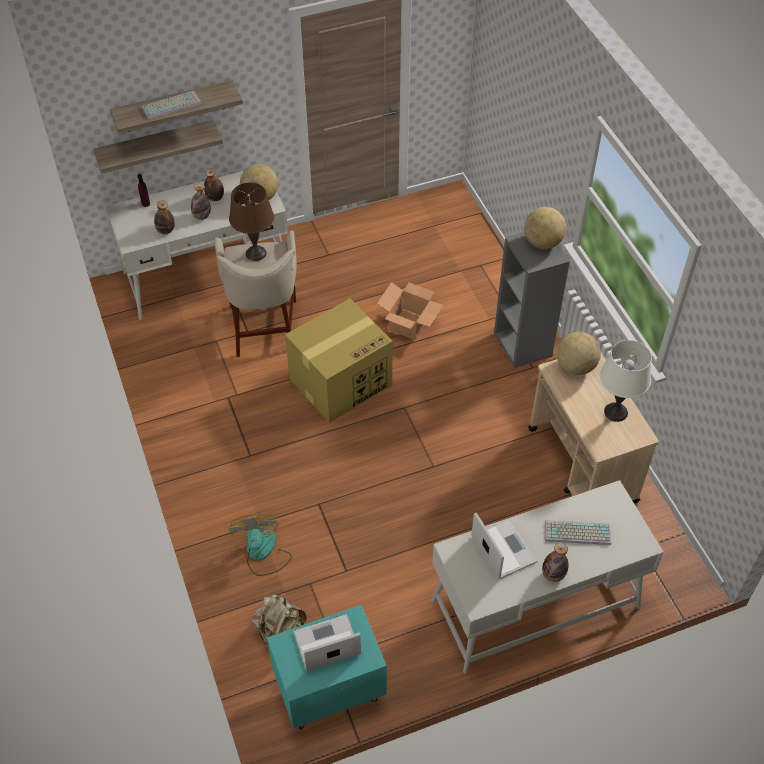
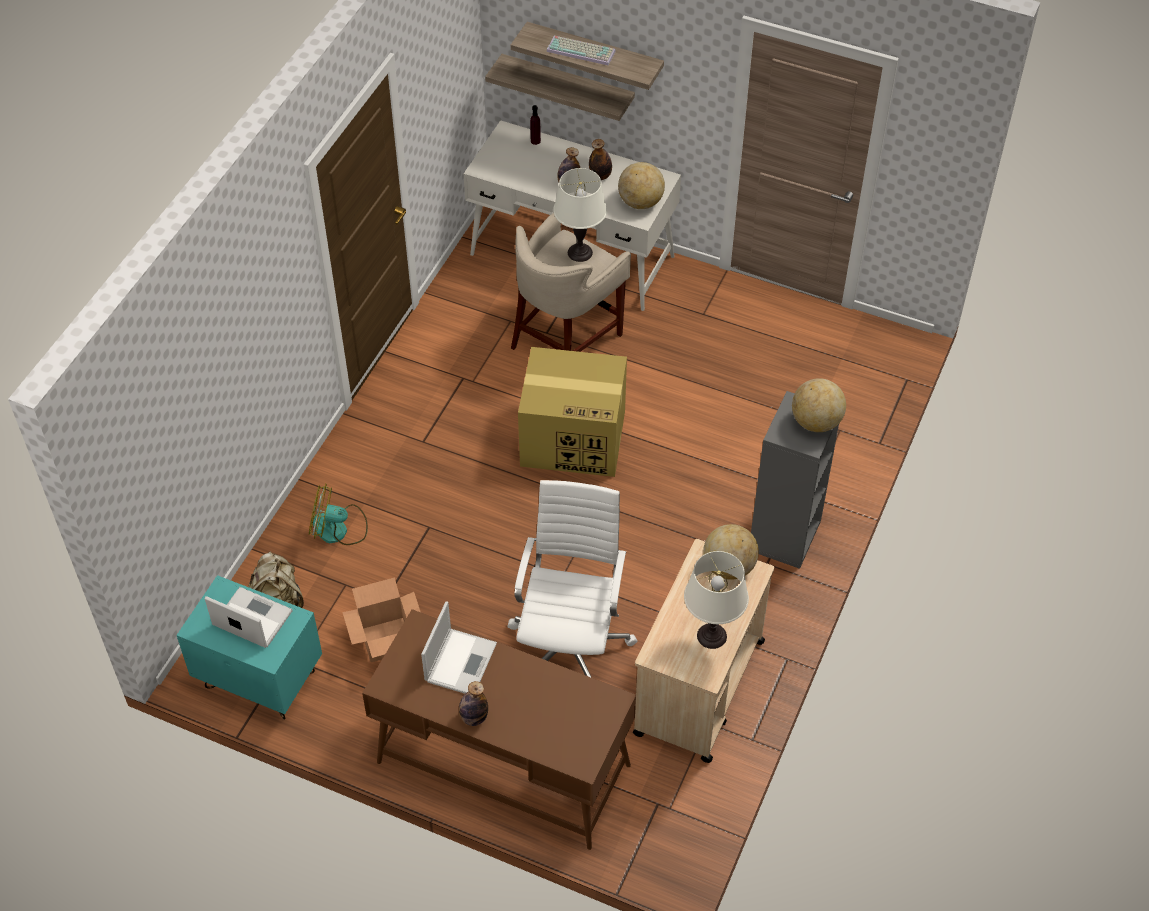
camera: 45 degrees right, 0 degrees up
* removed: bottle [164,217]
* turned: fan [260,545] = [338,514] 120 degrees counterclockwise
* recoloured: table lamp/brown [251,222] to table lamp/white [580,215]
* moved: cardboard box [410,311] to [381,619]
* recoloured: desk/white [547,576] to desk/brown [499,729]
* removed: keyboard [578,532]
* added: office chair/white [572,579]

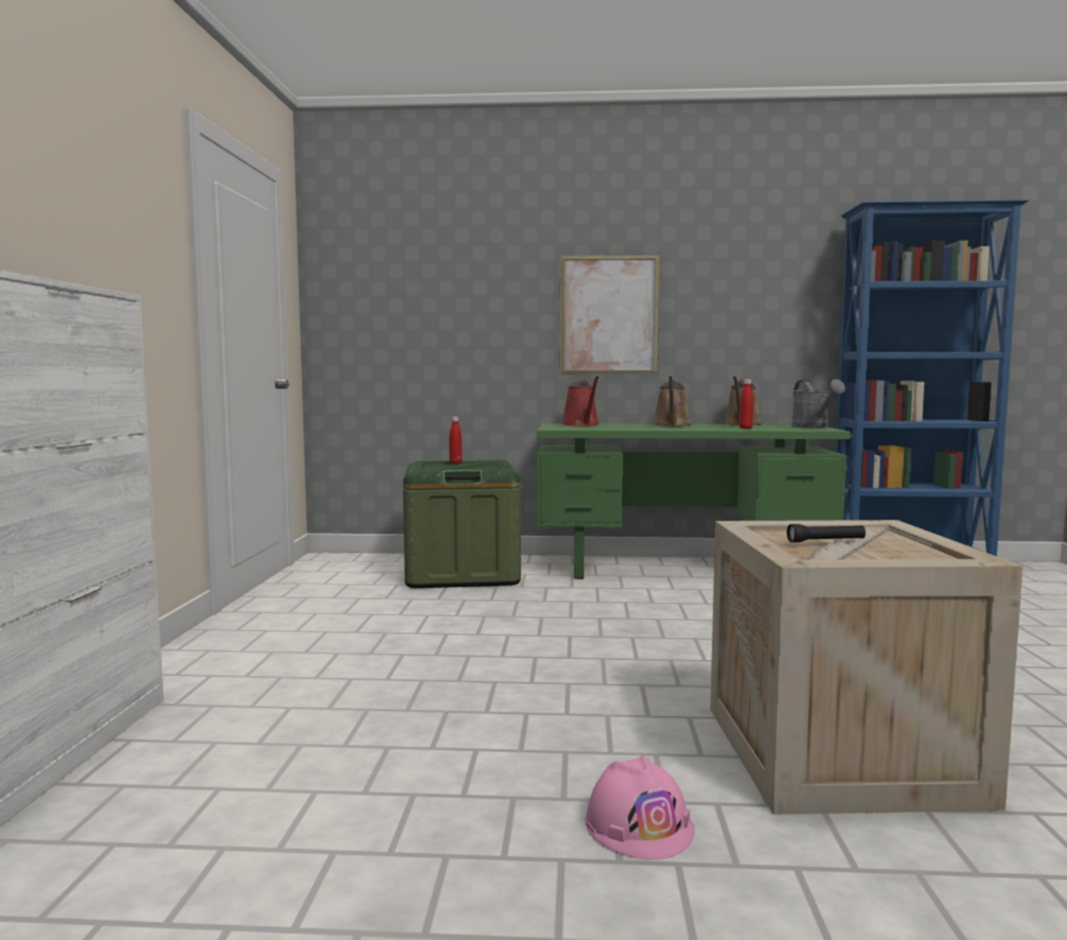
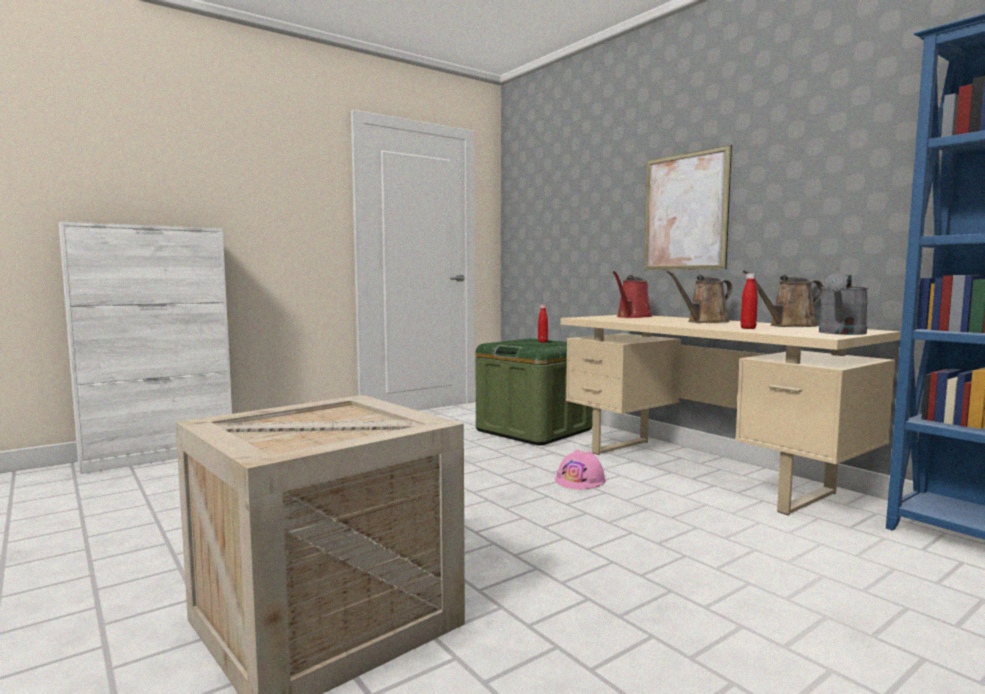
camera: 50 degrees right, 0 degrees up
* recoloured: desk/green [693,501] to desk/beige [731,415]
* moved: hard hat/pink [640,807] to [580,469]
* removed: flashlight/black [826,533]

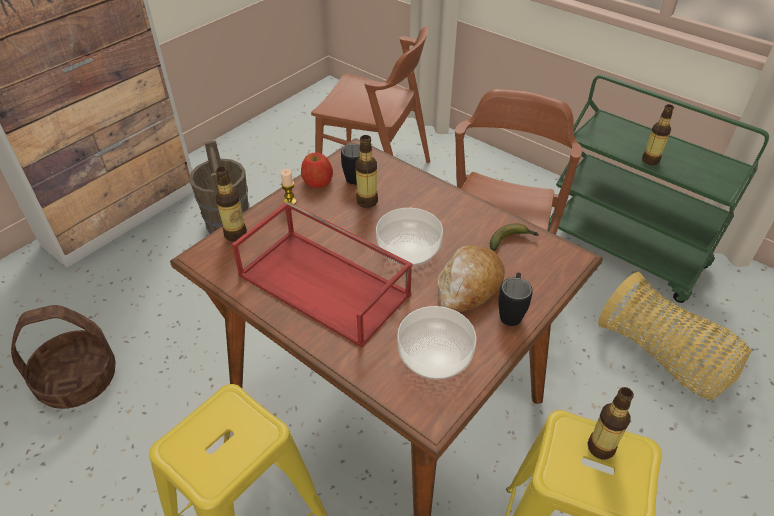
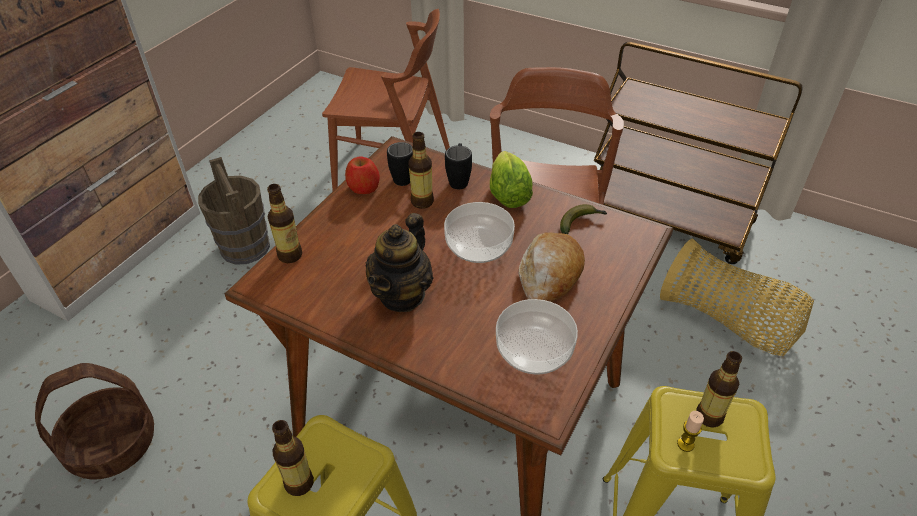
camera: 10 degrees left, 0 degrees up
* replaced: tray/red [322,274] to teapot [399,262]
* moved: candle [288,187] to [690,431]
* moved: mug/black [515,299] to [458,166]
* recoloured: cart/green [658,188] to cart/brown [698,153]
* moved: bottle [658,134] to [293,458]
* added: lettuce [511,179]

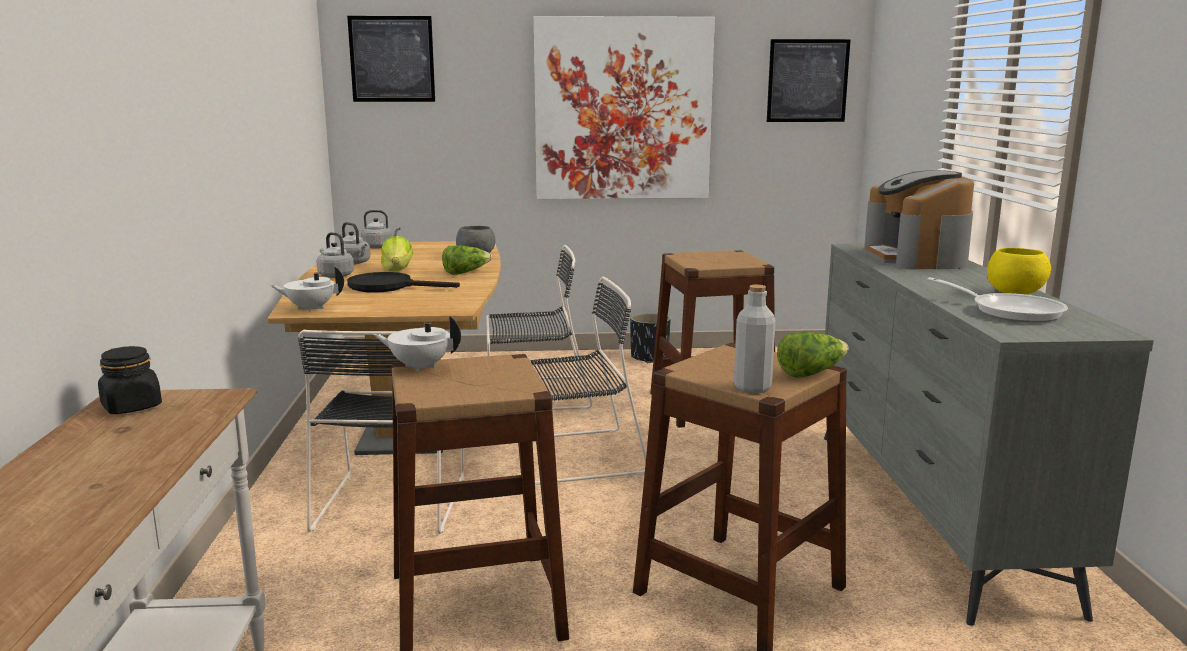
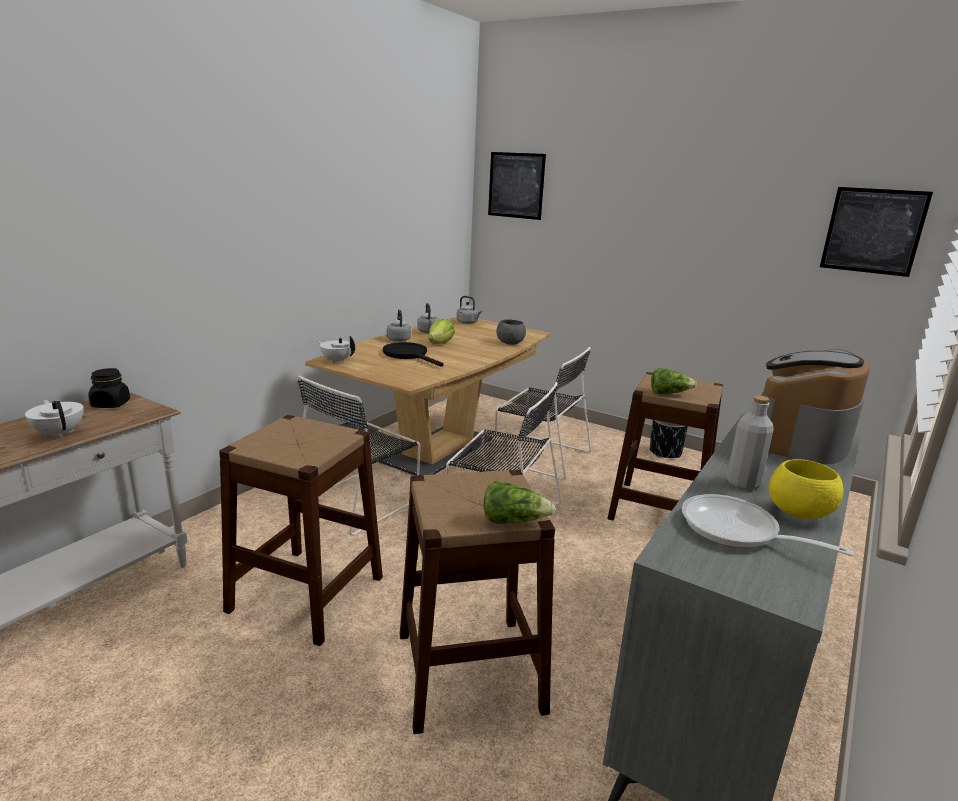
camera: 35 degrees right, 5 degrees up
* moved: teapot/white [417,344] to [54,418]
* moved: lettuce [467,260] to [674,381]
* removed: picture [624,107]
* moved: bottle/grey [755,339] to [750,443]
* turned: frying pan [997,300] = [768,525] 135 degrees clockwise

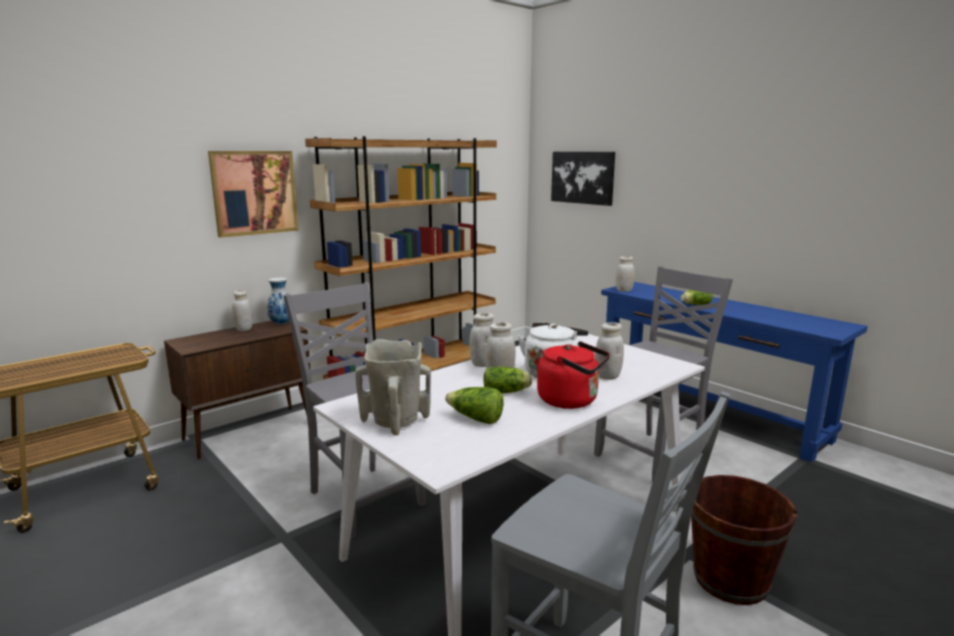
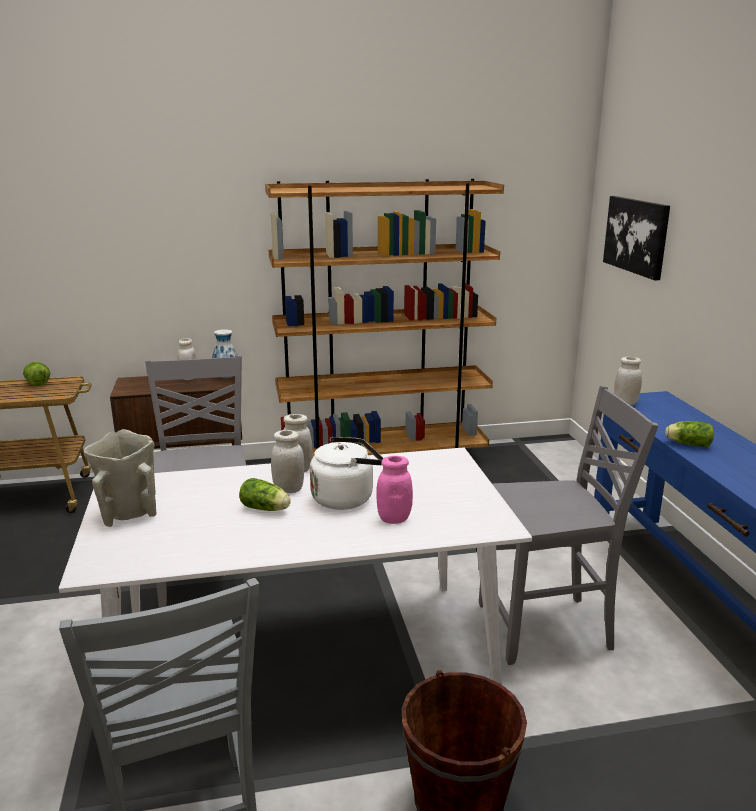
camera: 30 degrees right, 5 degrees up
* removed: picture [253,194]
* moved: lettuce [474,405] to [36,374]
* removed: kettle/red [573,375]
* recoloured: jar/white [609,351] to jar/pink [394,490]

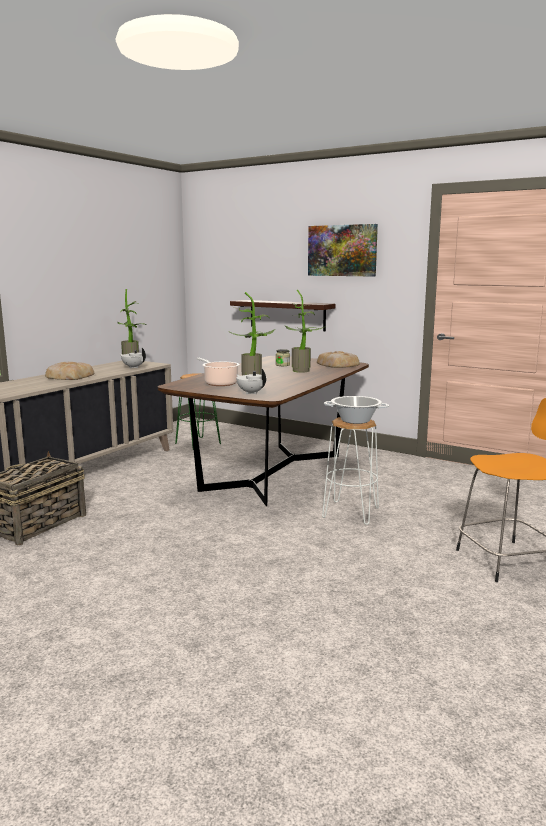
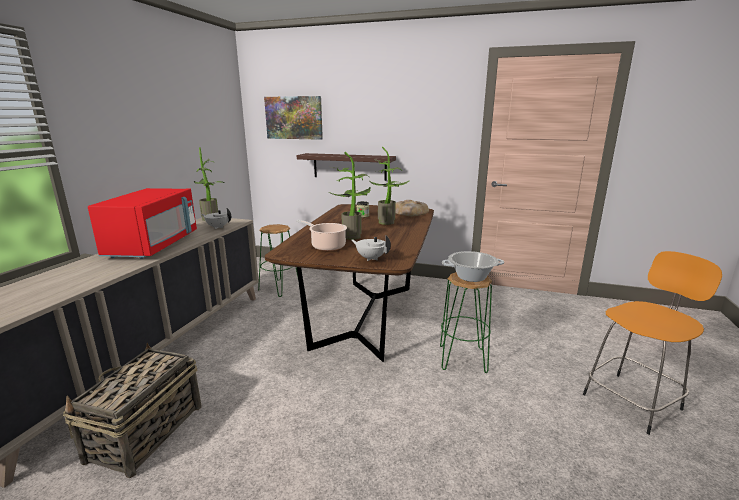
camera: 15 degrees left, 5 degrees up
* replaced: bread [69,371] to microwave/red [142,223]
* moved: picture [343,250] to [293,118]
* recoloured: stool/white [350,471] to stool/green [466,322]

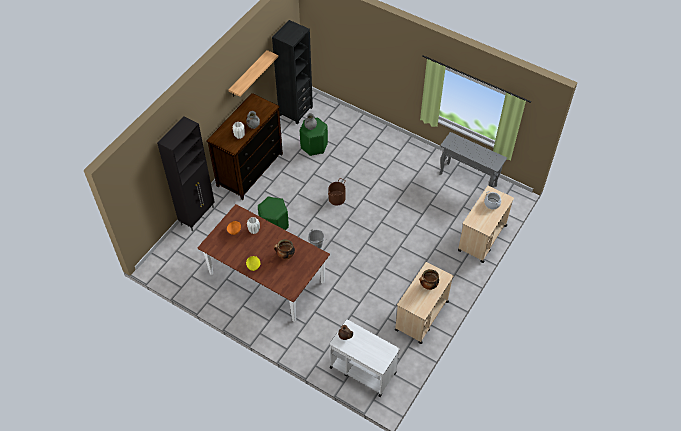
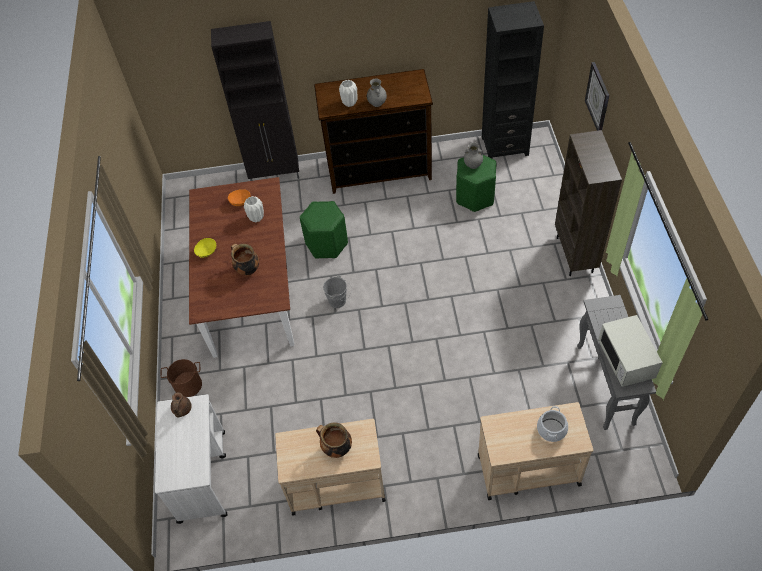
camera: 55 degrees right, 0 degrees up
* removed: shelf [253,73]
* moved: bucket/brown [337,192] to [181,378]
* added: bookcase/brown [588,203]
* added: wall clock [597,96]
* added: microwave/white [630,351]

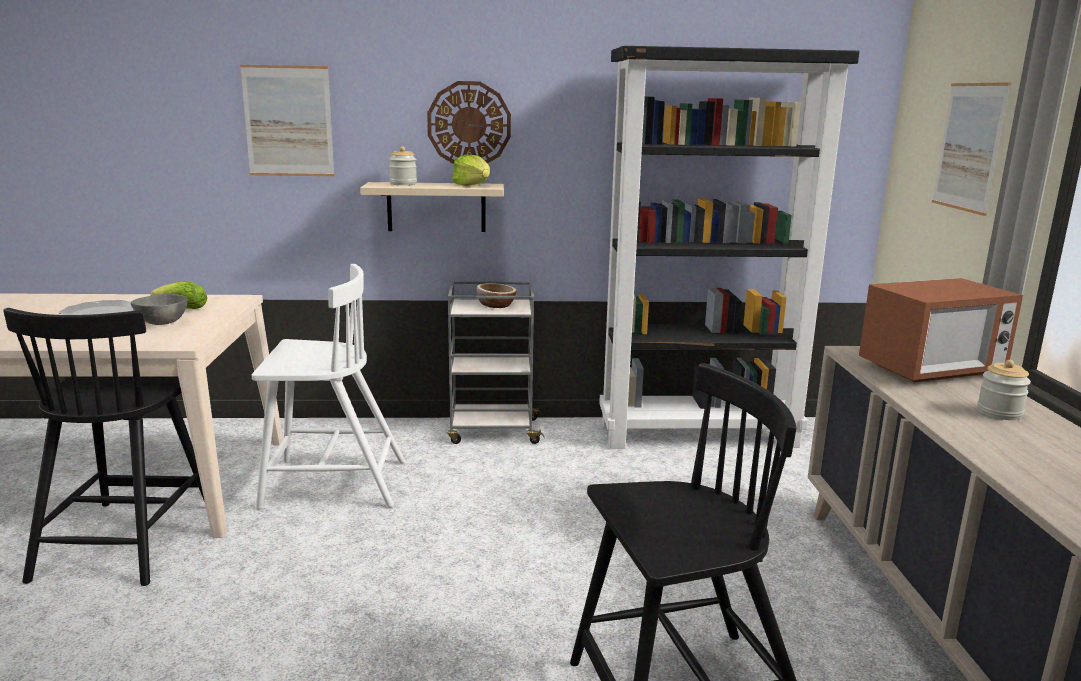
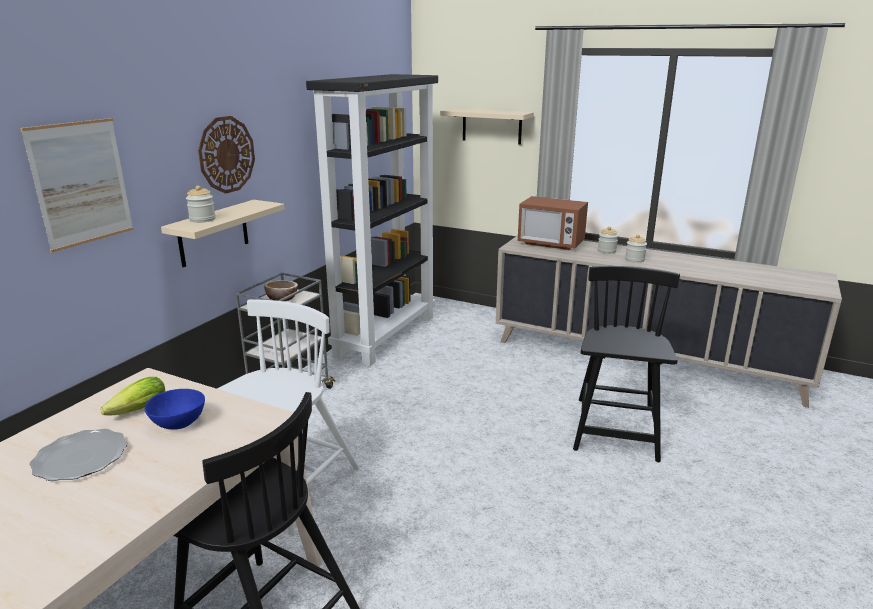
camera: 60 degrees left, 5 degrees up
* recoloured: bowl/grey [159,309] to bowl/blue [175,409]
* removed: lettuce [471,170]
* turned: microwave [941,330] = [553,223] 105 degrees clockwise
* replaced: picture [971,149] to shelf/beige [487,126]
* added: jar [636,248]

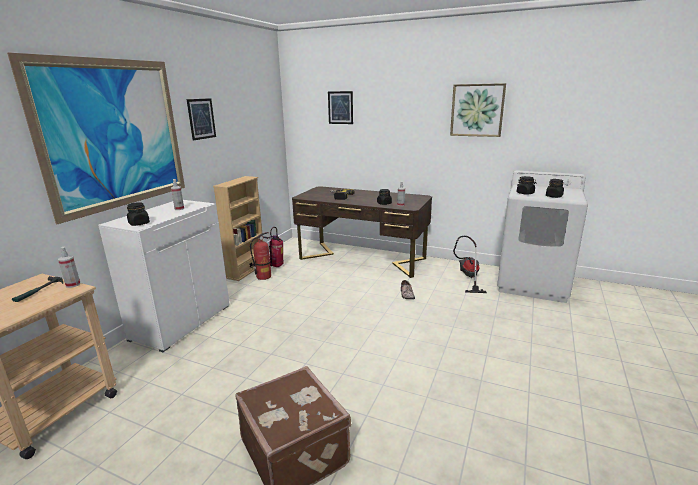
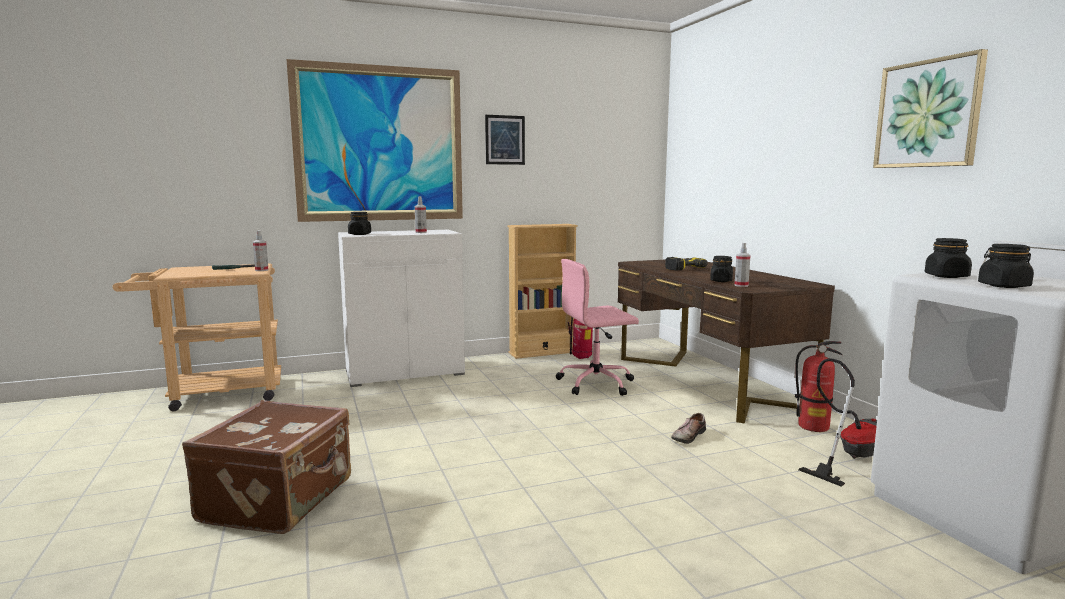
camera: 45 degrees right, 10 degrees down
* moved: fire extinguisher [260,256] to [819,386]
* removed: picture [340,107]
* added: office chair/pink [597,327]

